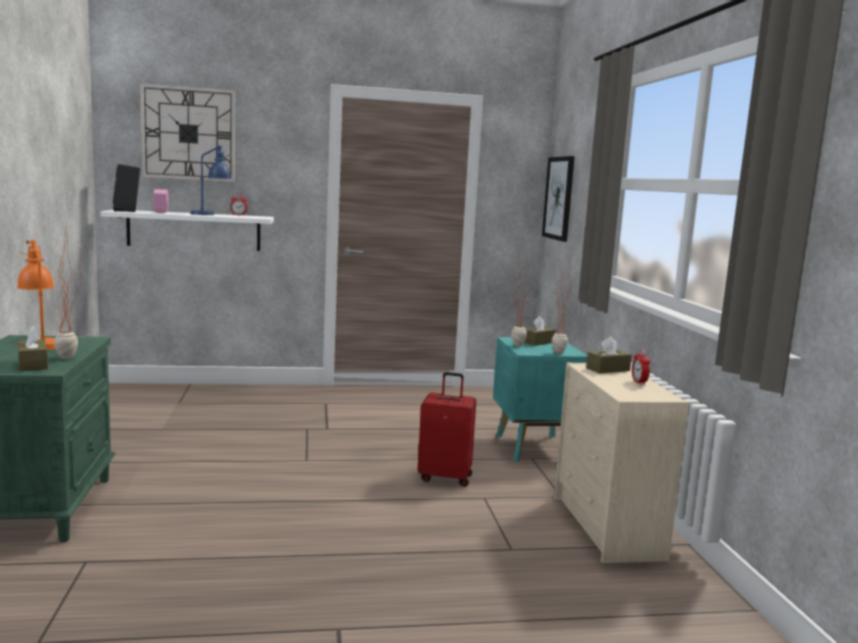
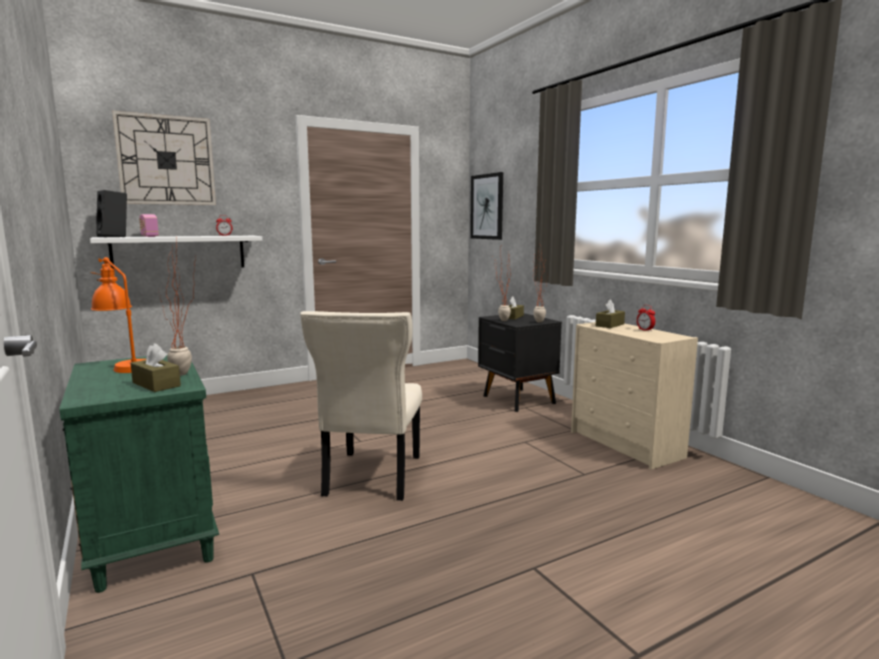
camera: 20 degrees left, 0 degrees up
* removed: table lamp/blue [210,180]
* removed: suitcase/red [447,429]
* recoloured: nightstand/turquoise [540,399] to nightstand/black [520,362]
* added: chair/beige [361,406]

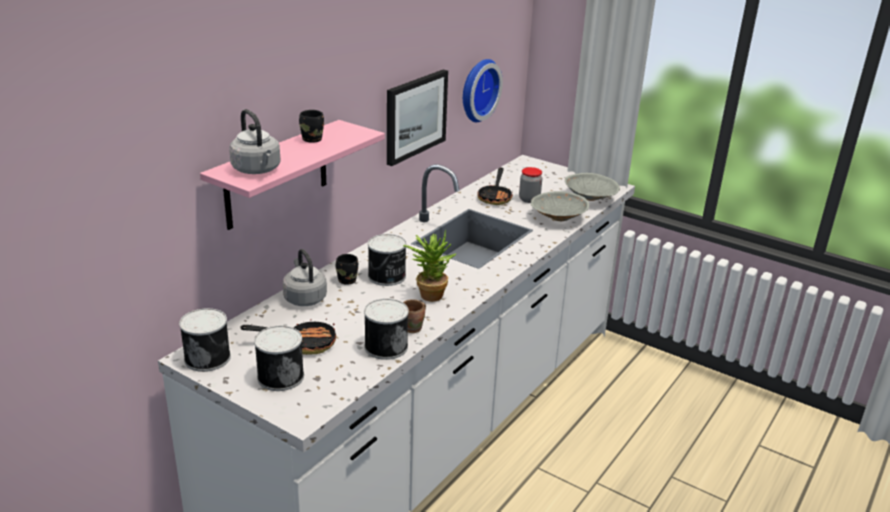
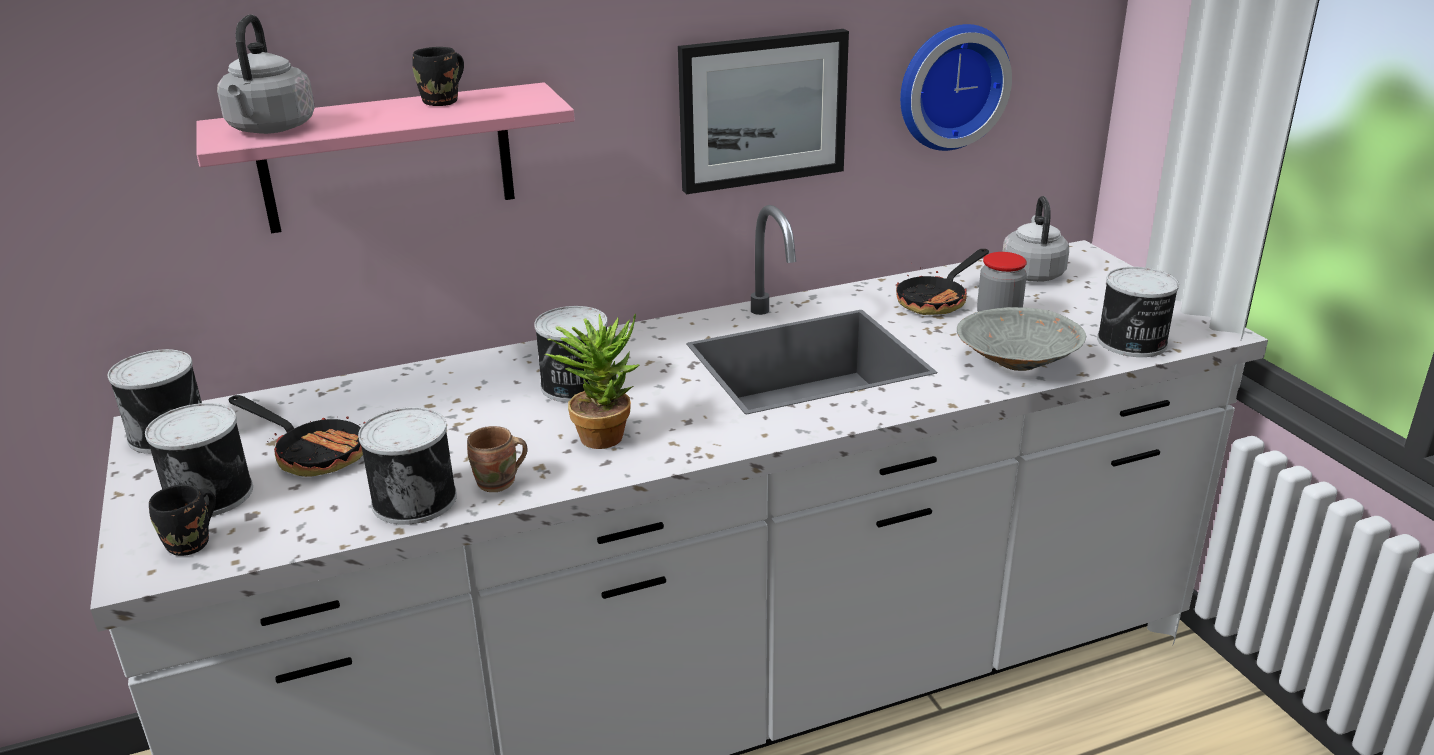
camera: 35 degrees right, 0 degrees up
* moved: kettle/grey [304,277] to [1036,239]
* moved: mug/black [347,269] to [182,520]
* replaced: bowl/grey [592,187] to can [1138,312]

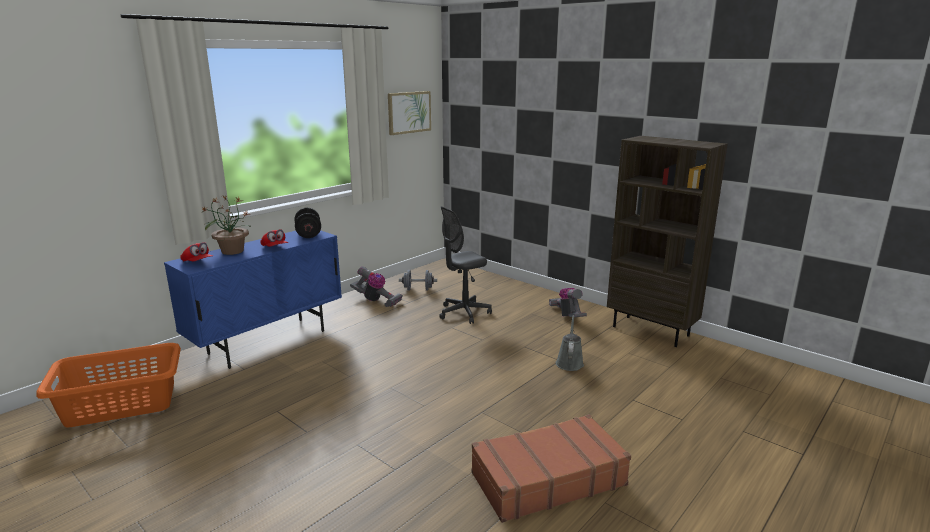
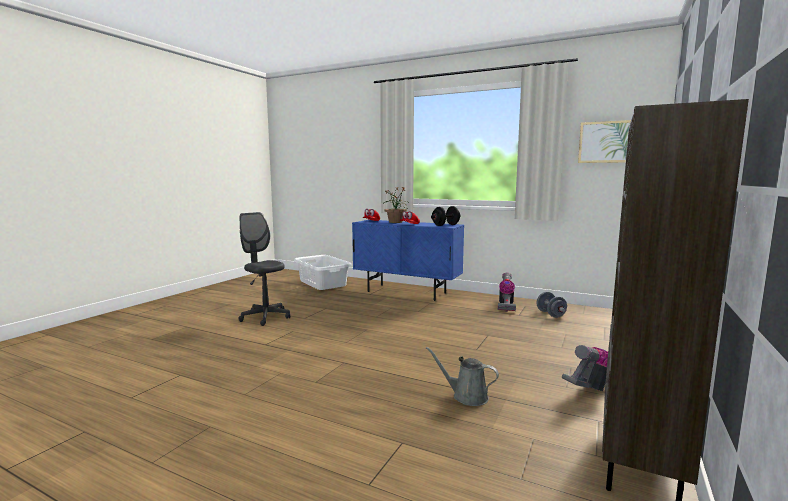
camera: 75 degrees right, 10 degrees down
* recoloured: laundry basket/orange [108,385] to laundry basket/white [323,272]
* moved: office chair/grey [465,265] to [264,269]
* removed: suitcase/brown [551,468]
* turned: watering can/grey [570,343] = [462,376] 150 degrees counterclockwise

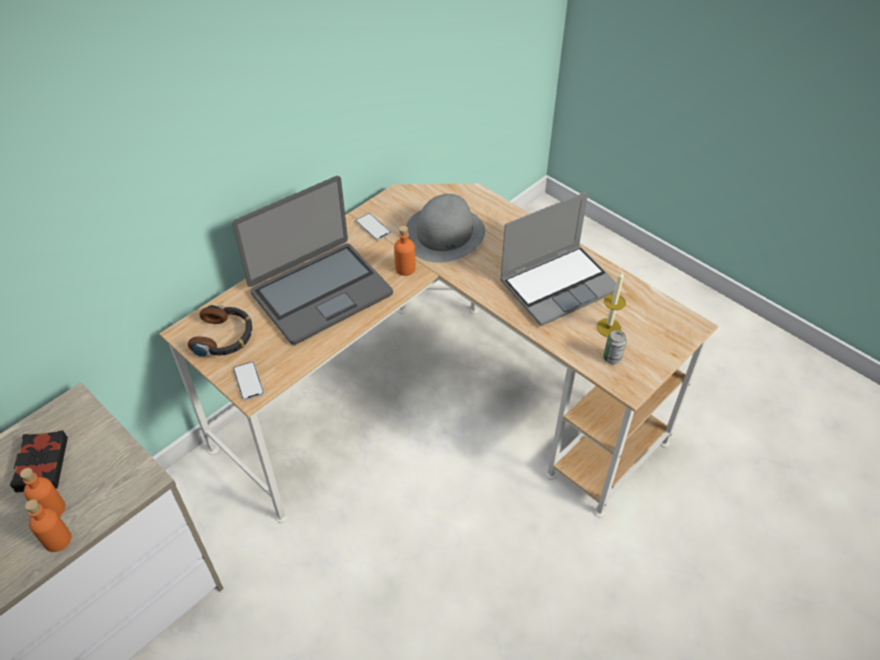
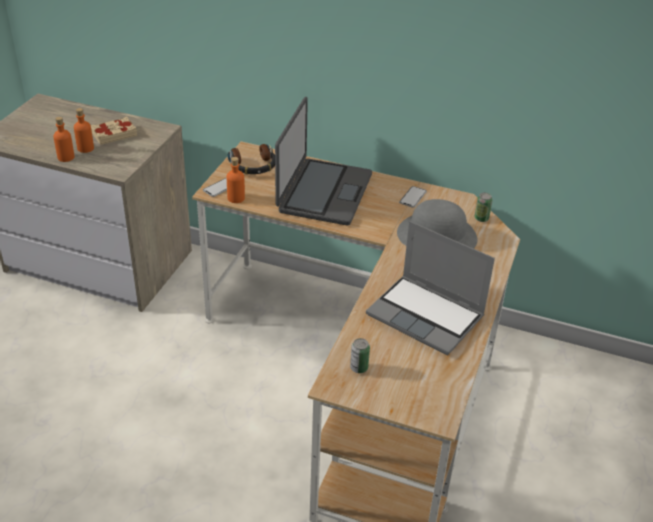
camera: 65 degrees right, 10 degrees down
* recoloured: book/black [39,461] to book/beige [114,131]
* turned: laptop [312,260] = [323,161] 105 degrees counterclockwise
* moved: bottle/orange [404,251] to [236,180]
* removed: candle [611,304]
* added: can [483,207]

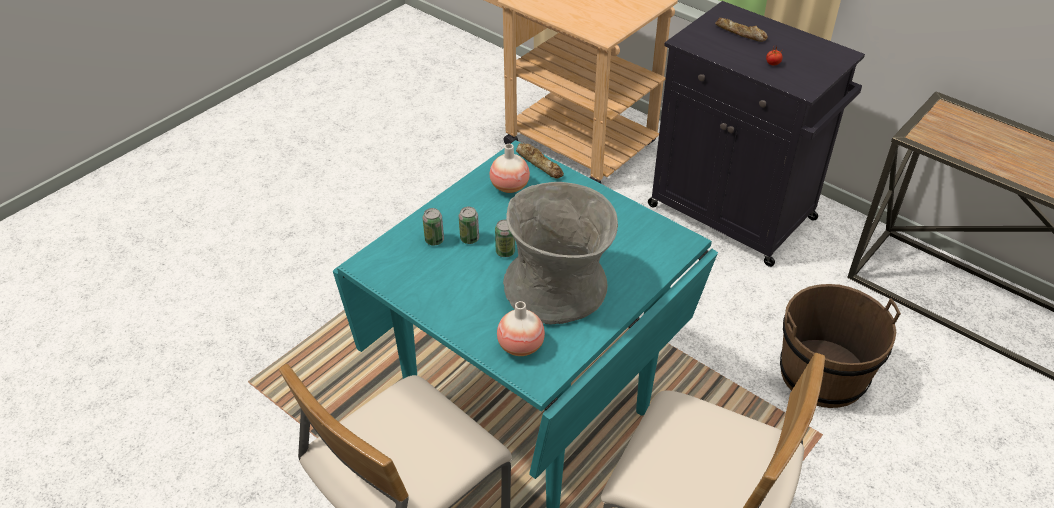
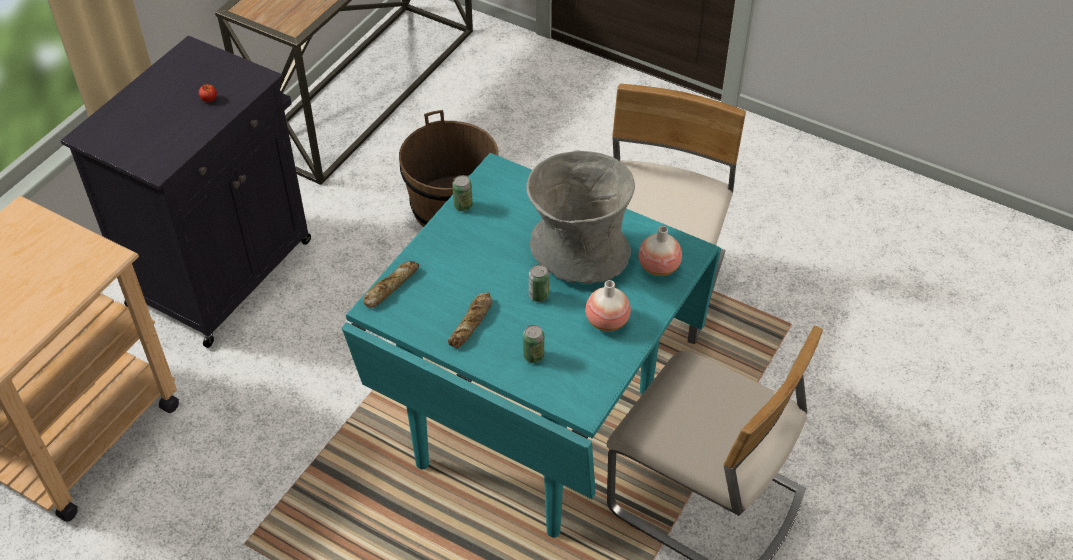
camera: 100 degrees left, 5 degrees up
* moved: can [469,225] to [462,193]
* moved: vase [510,168] to [608,305]
* moved: bread [741,30] to [470,320]

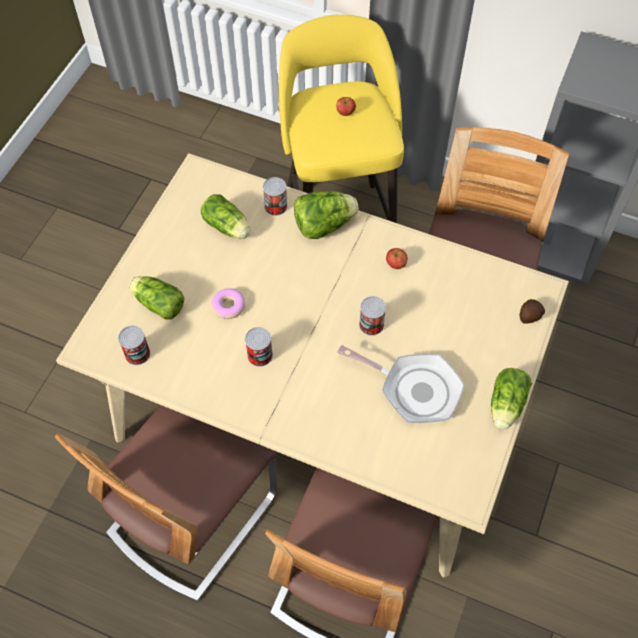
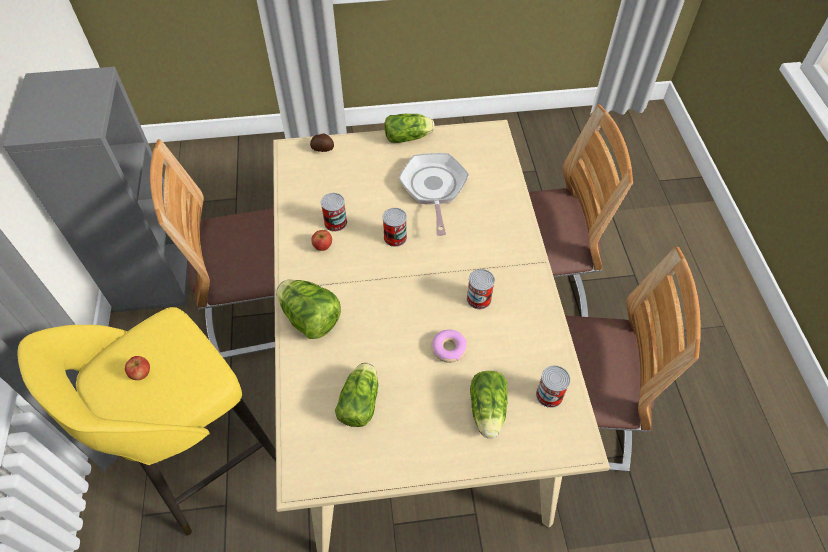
camera: 120 degrees left, 5 degrees down
* moved: can [275,196] to [334,212]

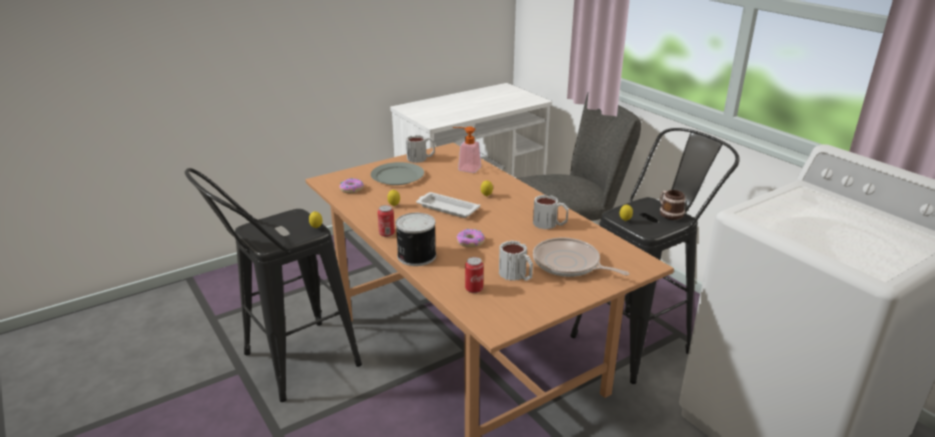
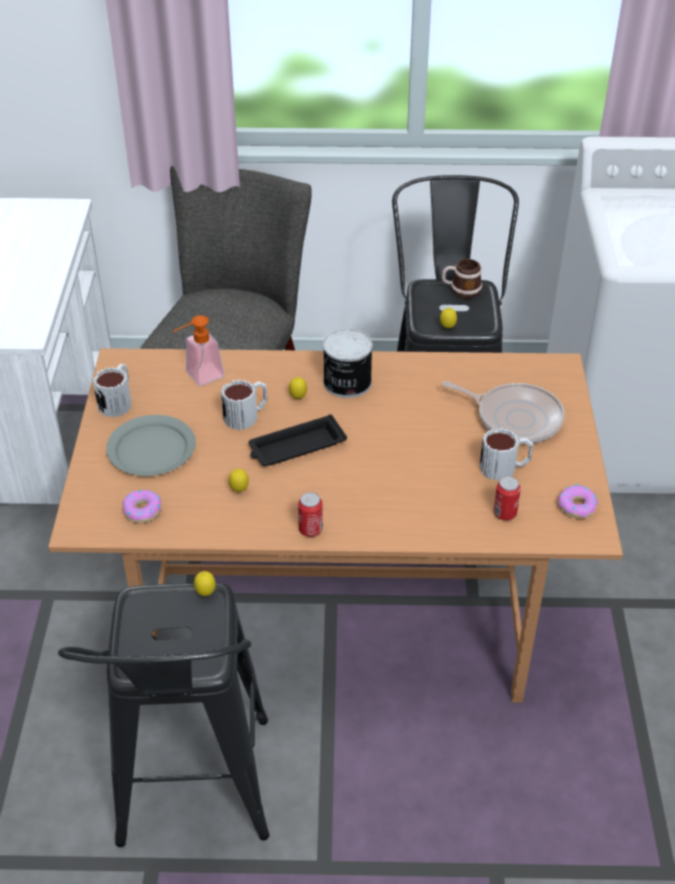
camera: 55 degrees left, 15 degrees up
* moved: can [416,239] to [348,363]
* recoloured: tray/white [448,205] to tray/black [298,440]
* moved: donut [471,238] to [578,501]
* moved: mug [551,212] to [244,405]
* turned: frying pan [581,257] = [503,412] 135 degrees counterclockwise

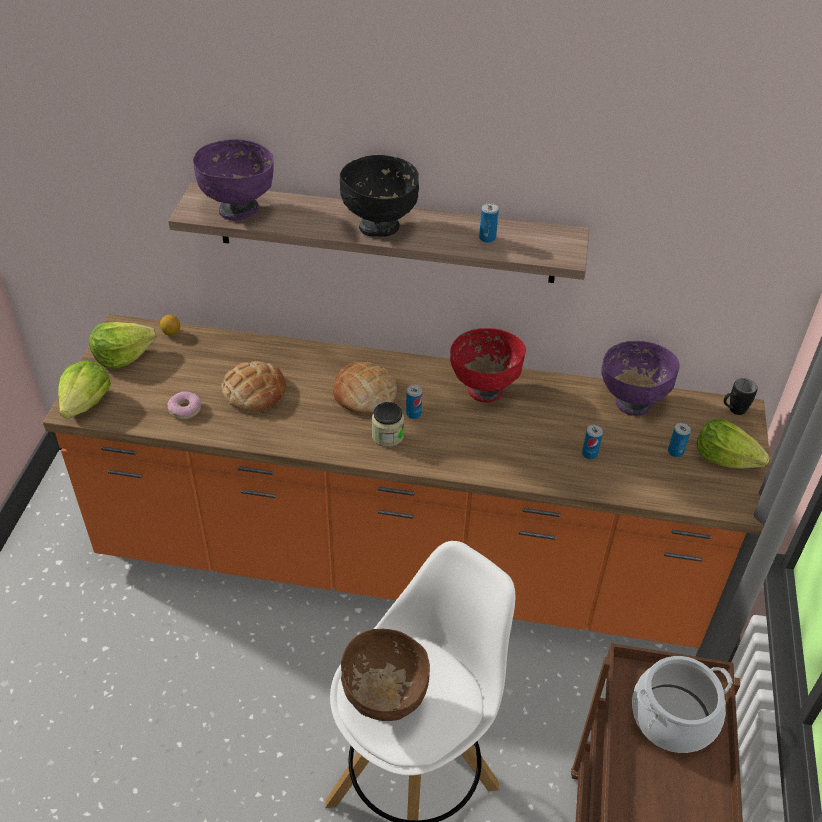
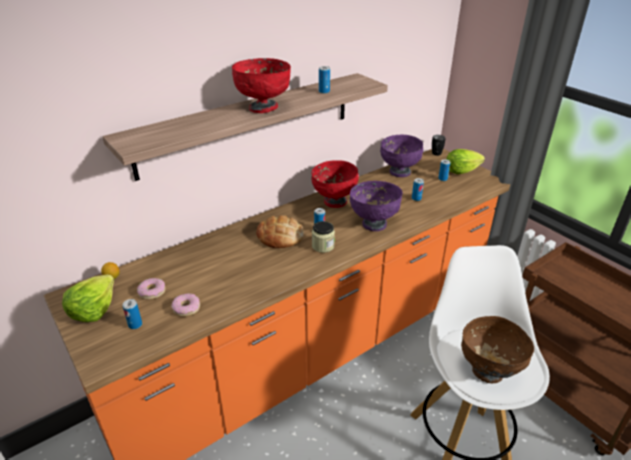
camera: 45 degrees left, 10 degrees down
* removed: lettuce [84,389]
* moved: bowl/purple [233,180] to [376,206]
* removed: bread [253,386]
* recoloured: bowl/black [379,196] to bowl/red [261,85]
* removed: cooking pot [682,704]
* added: can [132,314]
* added: donut [151,289]

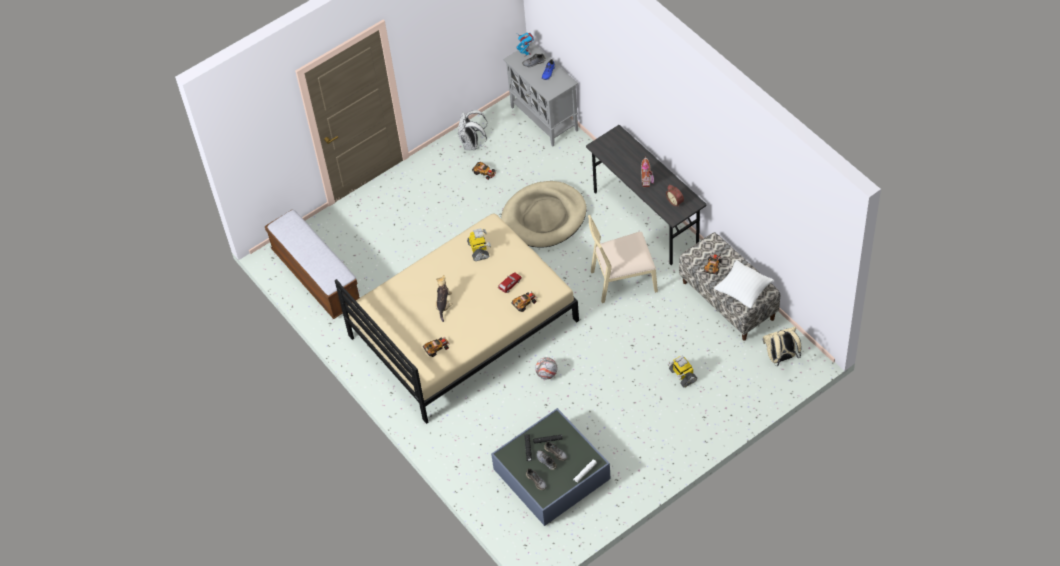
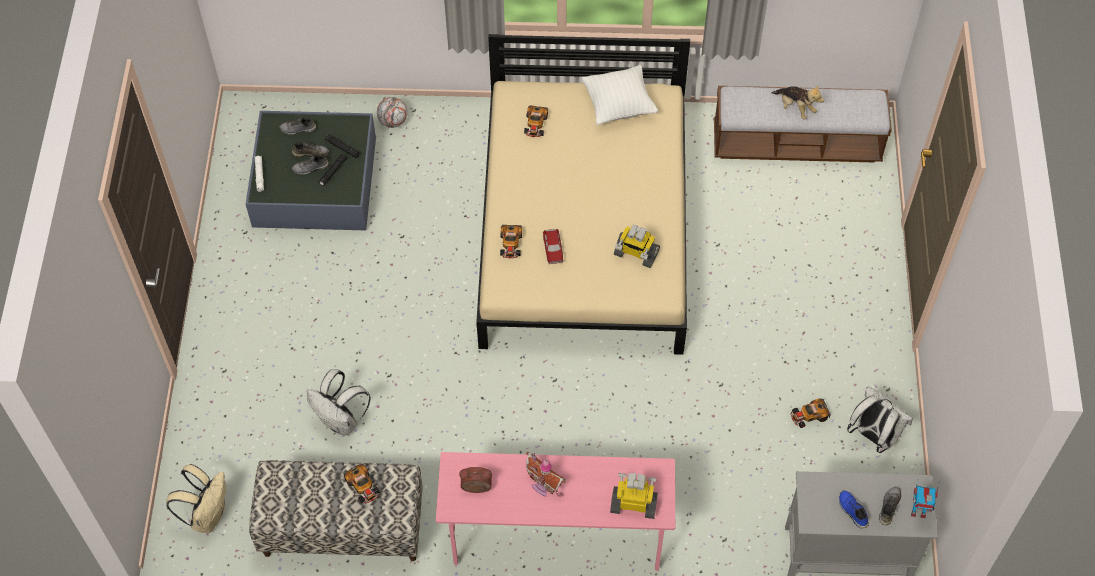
camera: 125 degrees right, 5 degrees up
* moved: plush toy [444,298] to [797,102]
* removed: dog bed/beige [543,214]
* moved: football [546,368] to [392,112]
* recoloured: desk/grey [646,195] to desk/pink [555,511]
* removed: chair/beige [623,259]
* moved: toy robot [682,371] to [634,496]
* moved: pillow/white [744,284] to [620,95]
* added: backpack/white [339,403]

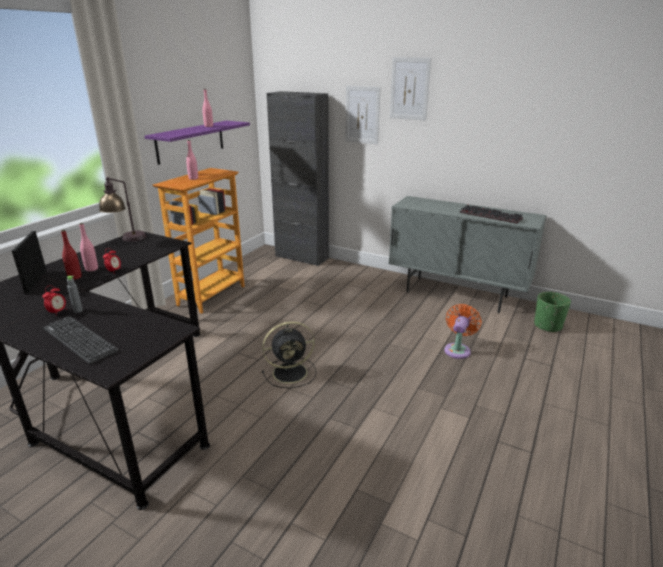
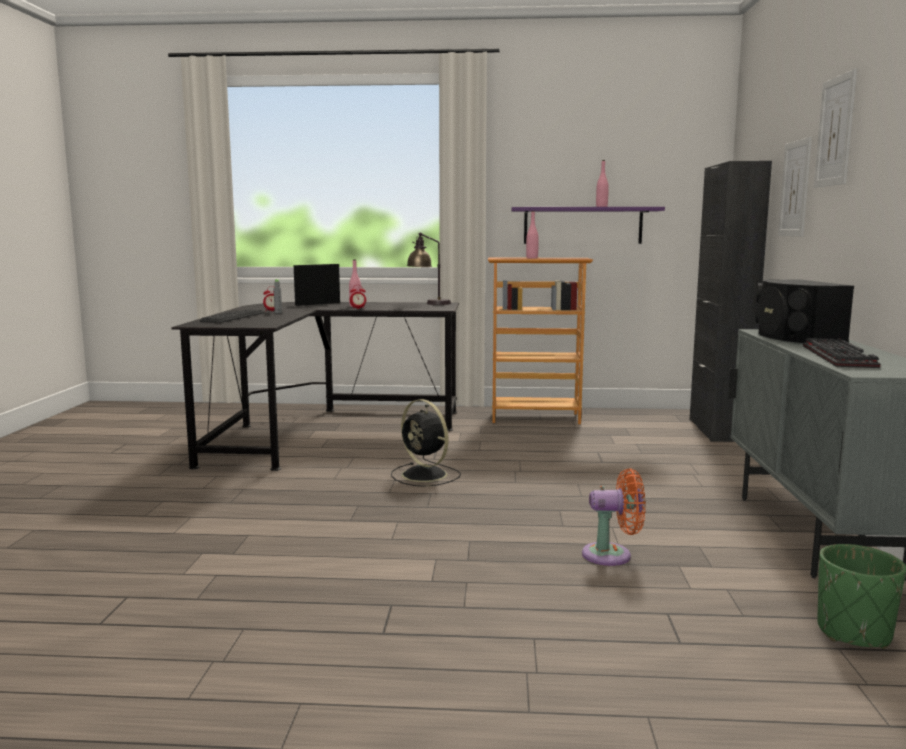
camera: 65 degrees right, 15 degrees down
* removed: bottle/red [71,255]
* added: speaker/black [805,311]

